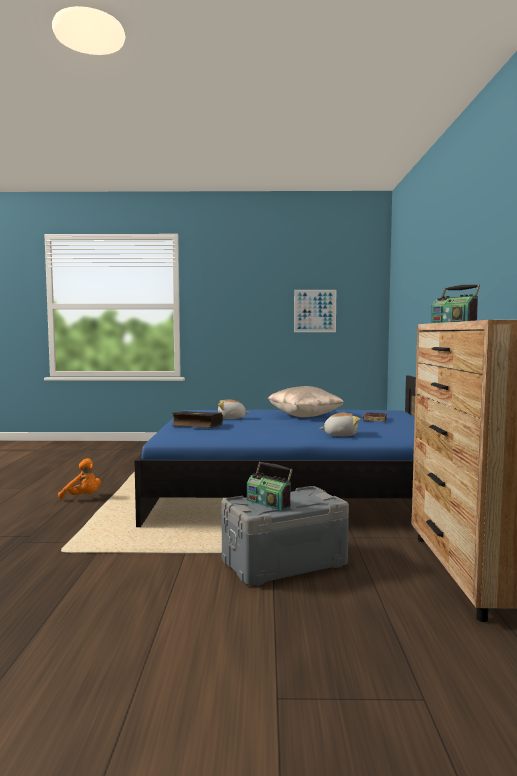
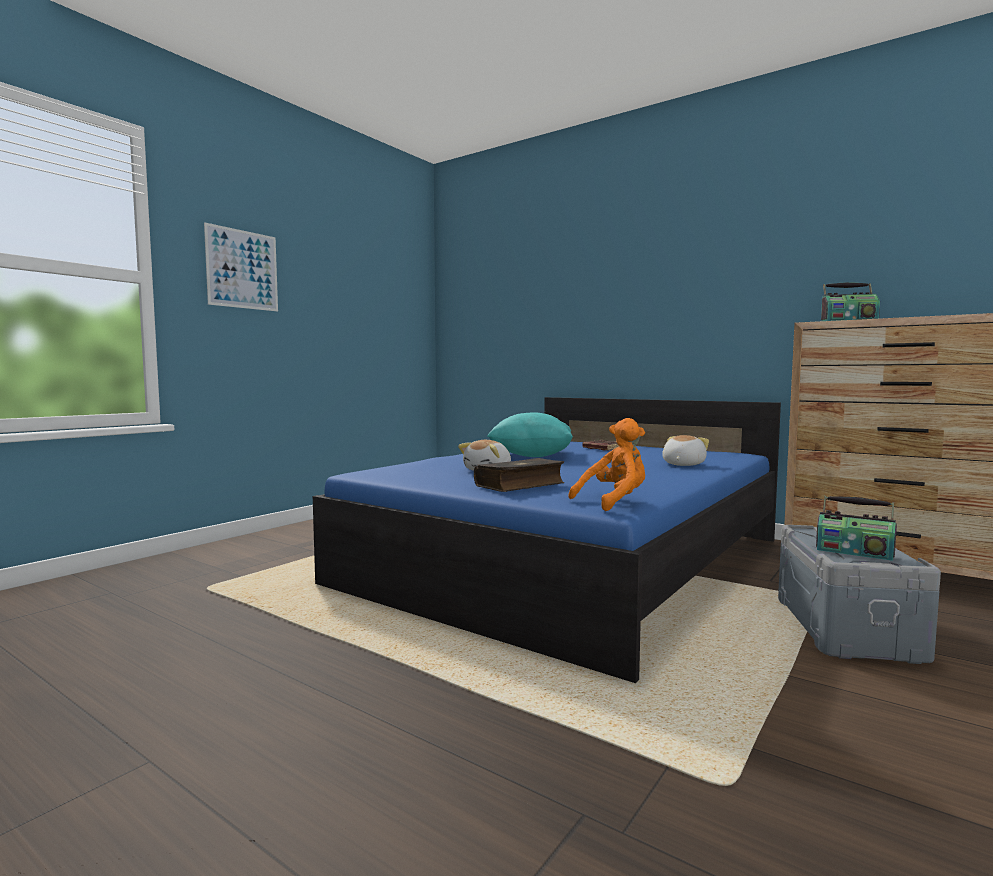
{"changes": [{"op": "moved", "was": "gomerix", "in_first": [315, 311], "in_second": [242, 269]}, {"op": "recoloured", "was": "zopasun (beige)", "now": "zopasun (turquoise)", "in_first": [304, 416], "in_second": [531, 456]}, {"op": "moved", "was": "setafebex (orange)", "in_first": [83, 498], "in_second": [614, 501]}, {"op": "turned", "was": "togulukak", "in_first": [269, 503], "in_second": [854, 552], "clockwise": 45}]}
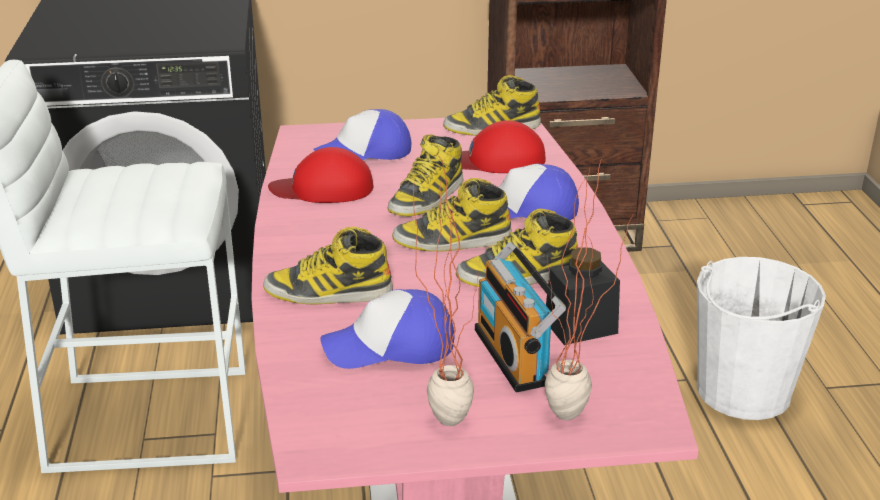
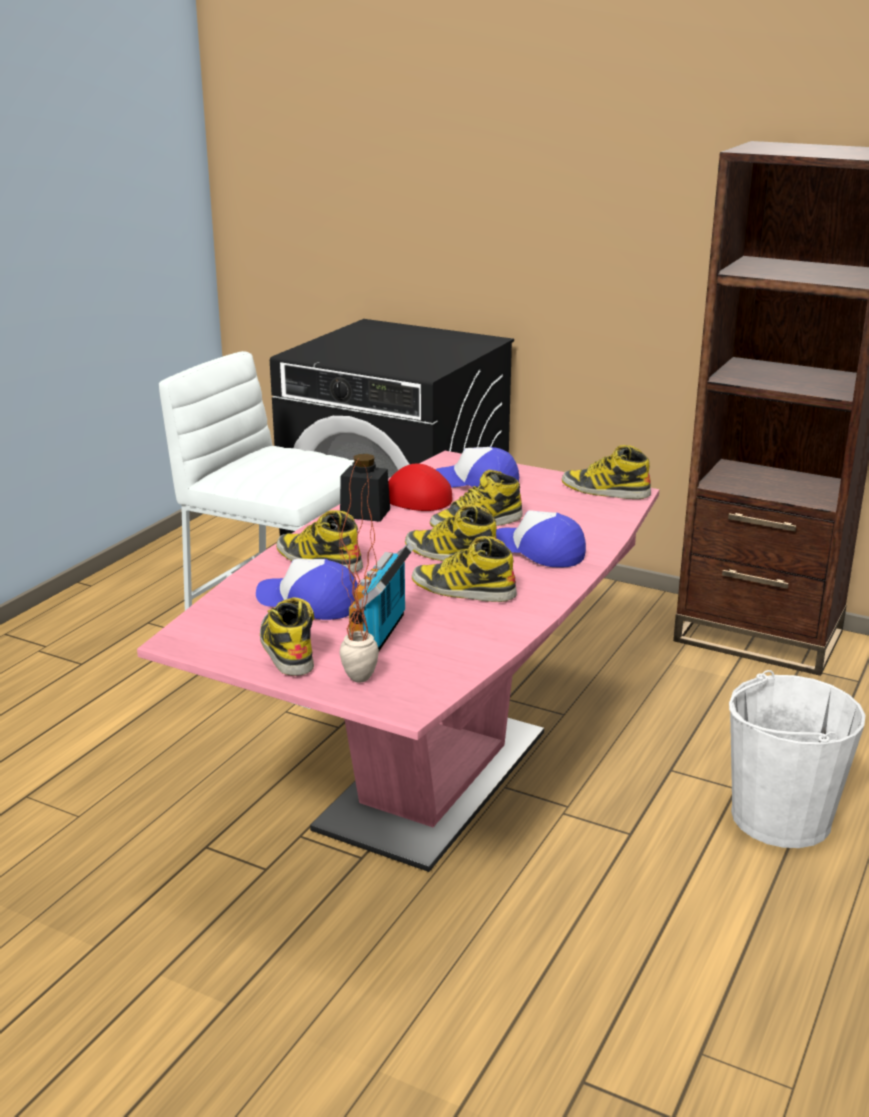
{"changes": [{"op": "removed", "was": "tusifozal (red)", "in_first": [497, 160]}, {"op": "replaced", "was": "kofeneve", "now": "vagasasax", "in_first": [445, 411], "in_second": [286, 649]}, {"op": "moved", "was": "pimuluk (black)", "in_first": [580, 326], "in_second": [365, 513]}]}
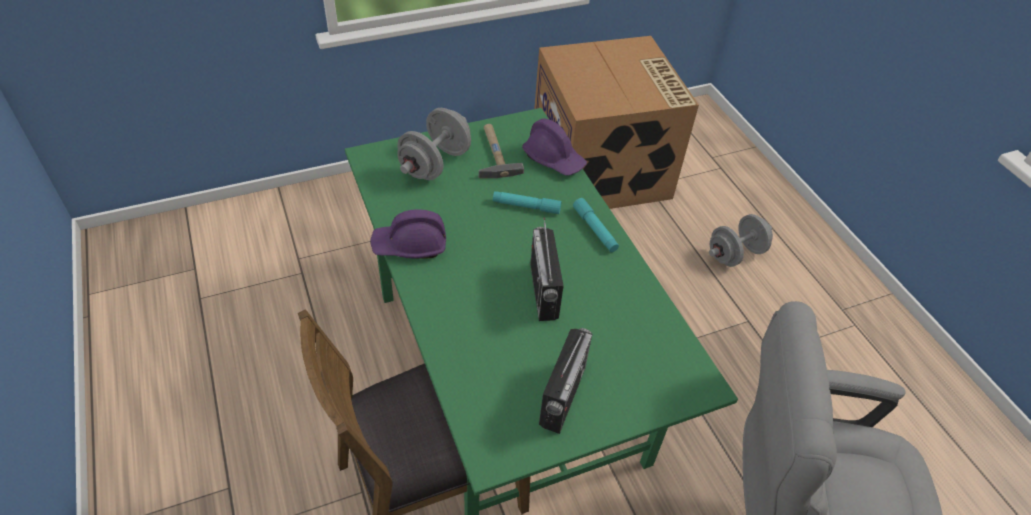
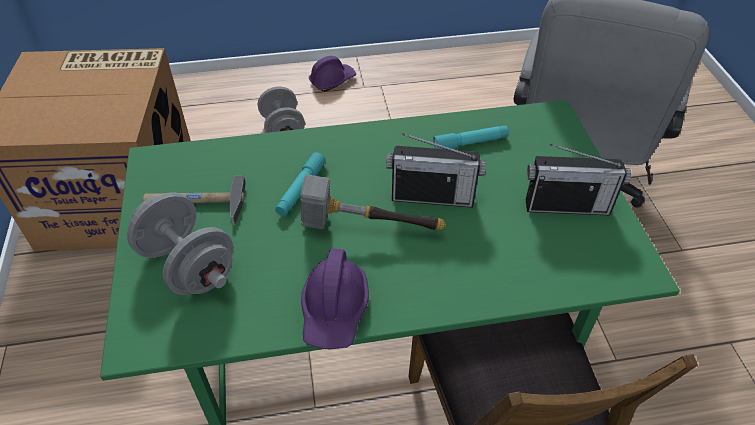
{"changes": [{"op": "moved", "was": "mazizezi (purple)", "in_first": [554, 159], "in_second": [332, 80]}, {"op": "moved", "was": "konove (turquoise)", "in_first": [595, 229], "in_second": [470, 143]}, {"op": "turned", "was": "togulukak", "in_first": [562, 396], "in_second": [567, 206], "clockwise": 150}, {"op": "added", "now": "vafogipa", "in_second": [366, 230]}]}
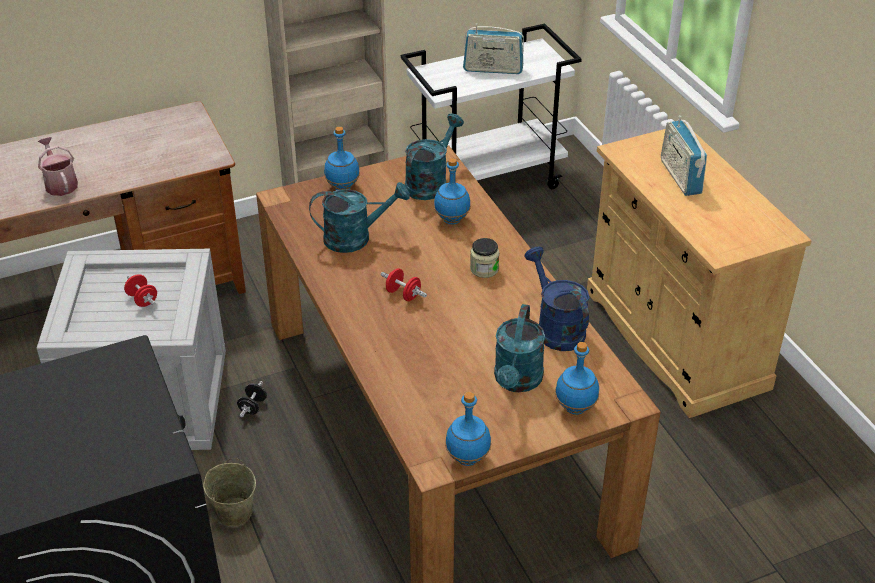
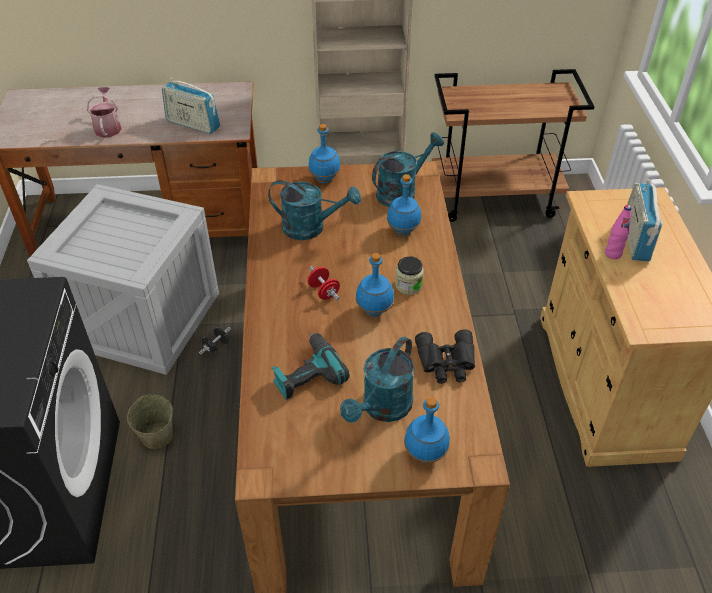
{"changes": [{"op": "moved", "was": "togulukak", "in_first": [493, 69], "in_second": [193, 124]}, {"op": "recoloured", "was": "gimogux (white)", "now": "gimogux (brown)", "in_first": [487, 181], "in_second": [495, 198]}, {"op": "replaced", "was": "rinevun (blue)", "now": "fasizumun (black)", "in_first": [555, 327], "in_second": [447, 362]}, {"op": "removed", "was": "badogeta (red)", "in_first": [142, 299]}, {"op": "moved", "was": "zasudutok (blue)", "in_first": [467, 458], "in_second": [374, 310]}, {"op": "added", "now": "zasudutok (pink)", "in_second": [613, 254]}, {"op": "added", "now": "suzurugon", "in_second": [306, 373]}]}
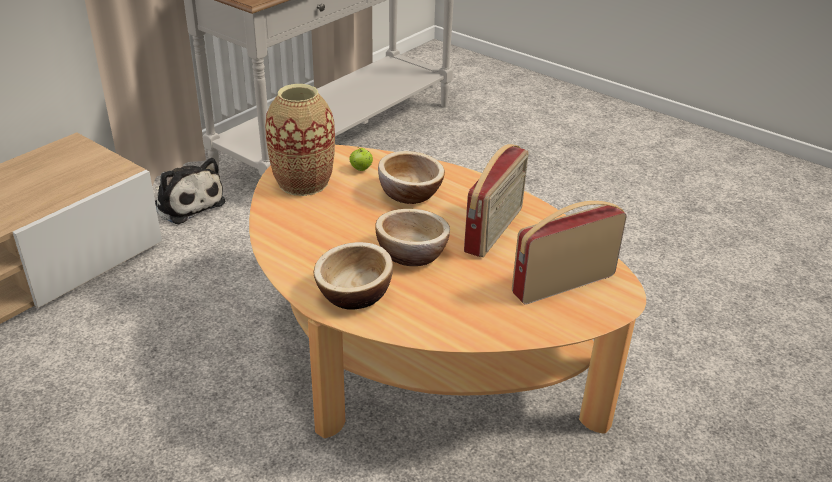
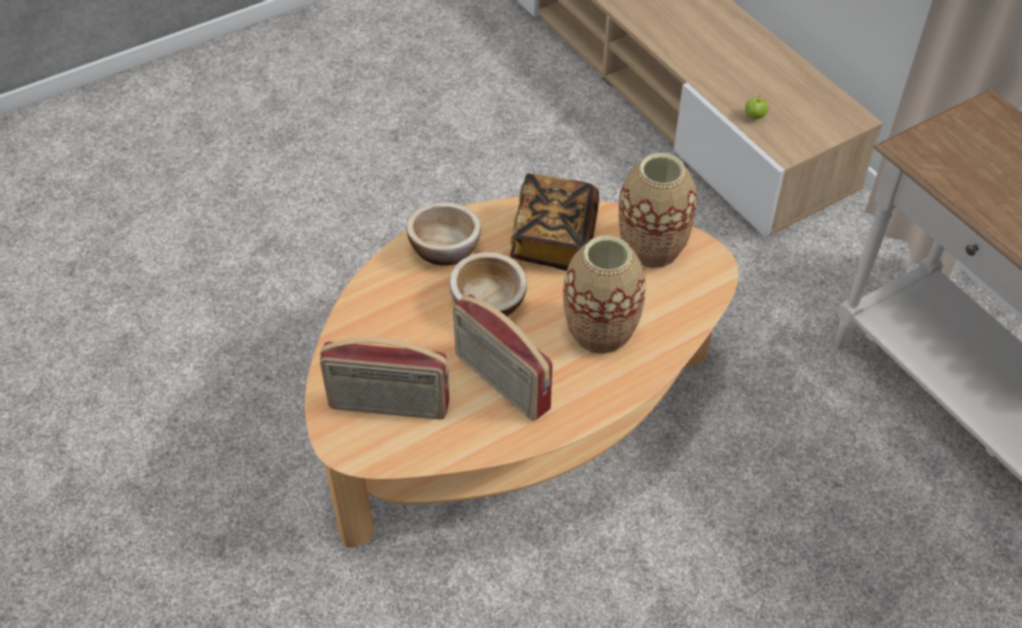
{"changes": [{"op": "moved", "was": "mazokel", "in_first": [361, 169], "in_second": [754, 117]}, {"op": "replaced", "was": "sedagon", "now": "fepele", "in_first": [410, 193], "in_second": [600, 331]}, {"op": "removed", "was": "setafebex", "in_first": [187, 203]}, {"op": "turned", "was": "togulukak", "in_first": [562, 283], "in_second": [388, 407], "clockwise": 105}, {"op": "added", "now": "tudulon", "in_second": [554, 239]}]}
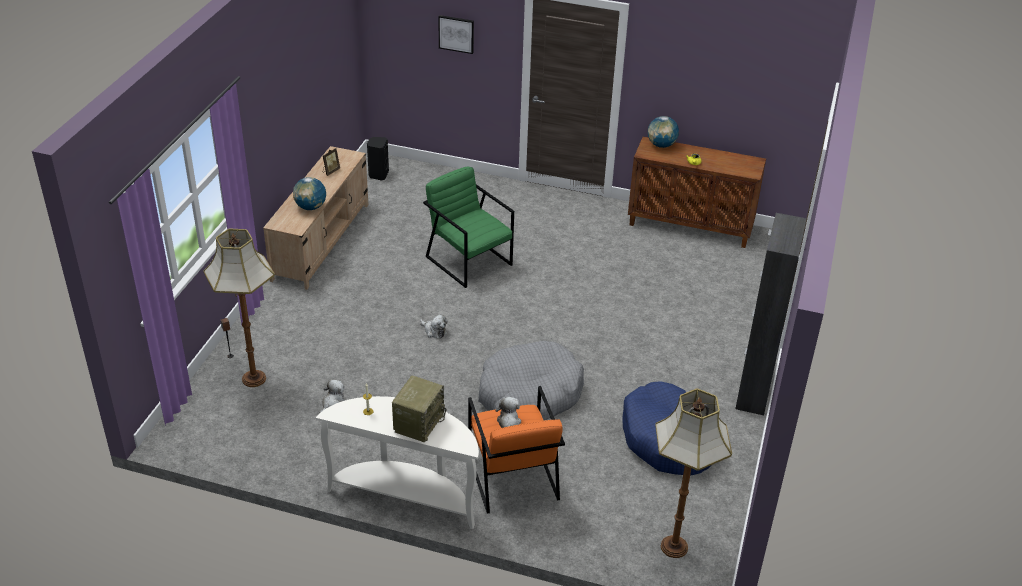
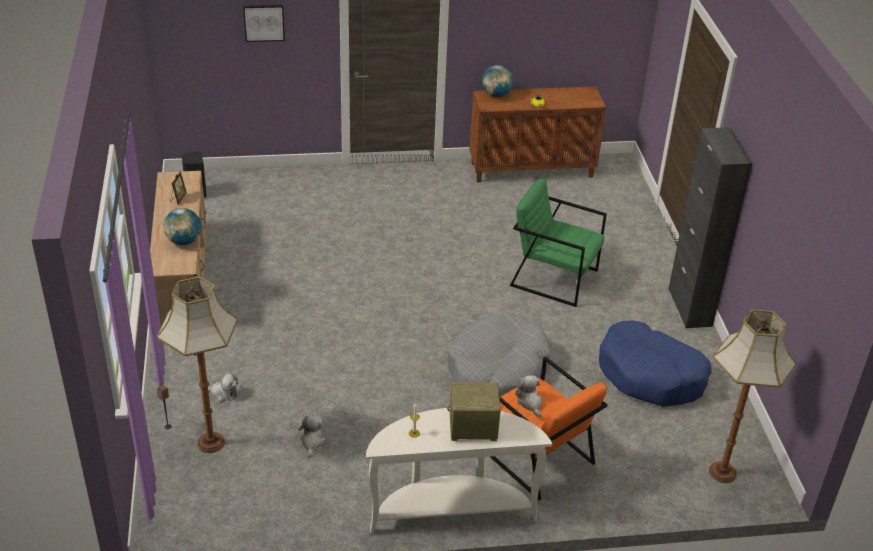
{"changes": [{"op": "moved", "was": "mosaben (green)", "in_first": [469, 260], "in_second": [554, 277]}, {"op": "moved", "was": "setafebex", "in_first": [434, 331], "in_second": [223, 393]}, {"op": "turned", "was": "togulukak", "in_first": [418, 422], "in_second": [472, 428], "clockwise": -90}]}
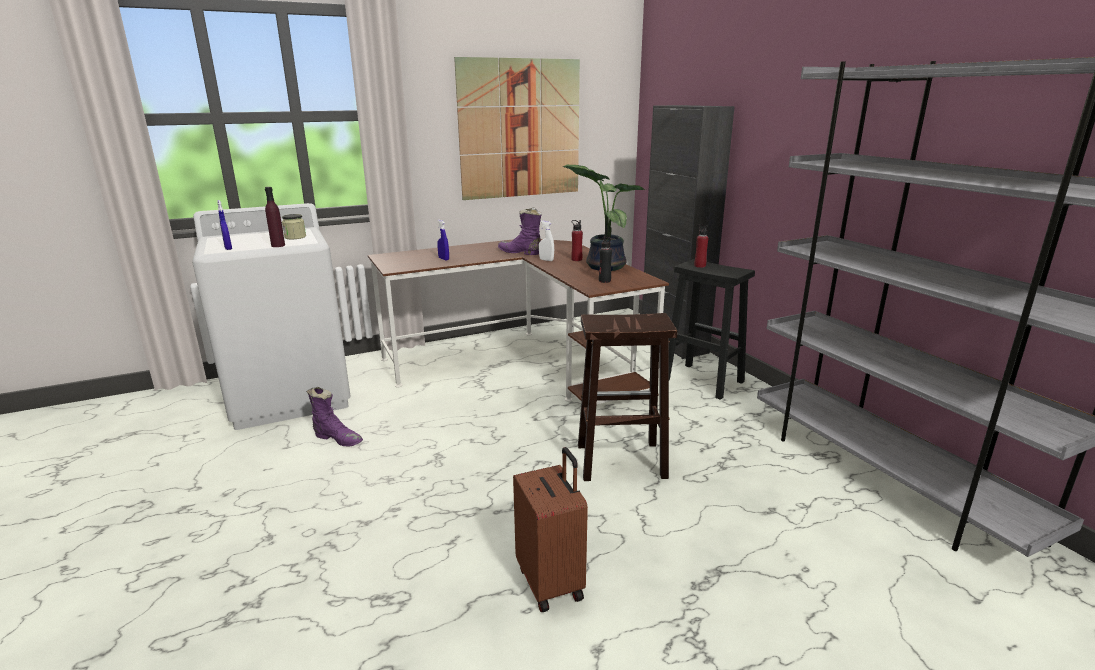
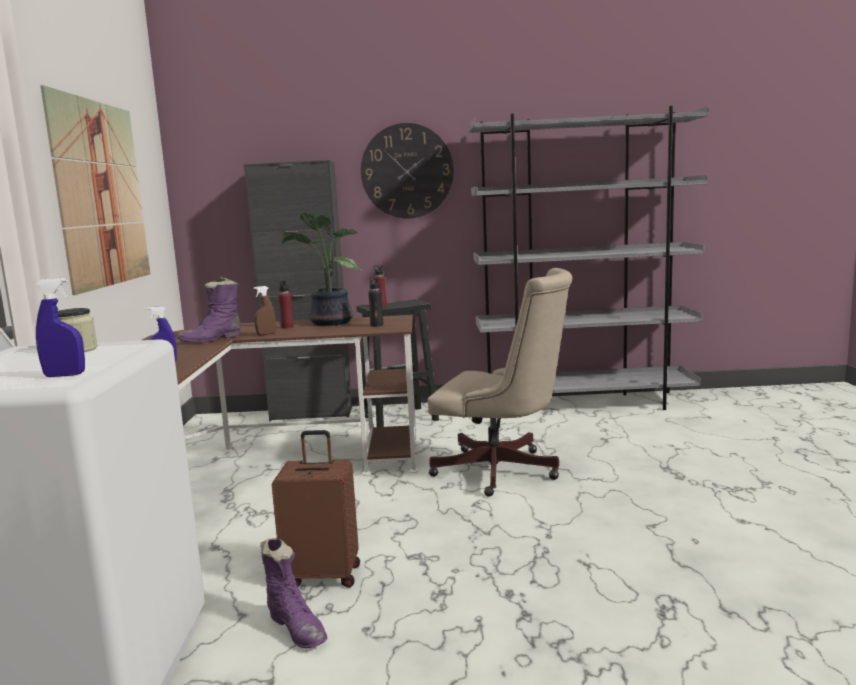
{"changes": [{"op": "removed", "was": "zasudutok (purple)", "in_first": [278, 245]}, {"op": "recoloured", "was": "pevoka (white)", "now": "pevoka (brown)", "in_first": [546, 260], "in_second": [266, 334]}, {"op": "replaced", "was": "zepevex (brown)", "now": "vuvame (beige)", "in_first": [619, 461], "in_second": [503, 472]}, {"op": "turned", "was": "vagasasax (purple)", "in_first": [338, 439], "in_second": [297, 629], "clockwise": 90}, {"op": "moved", "was": "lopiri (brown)", "in_first": [552, 582], "in_second": [323, 575]}, {"op": "added", "now": "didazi", "in_second": [407, 171]}]}
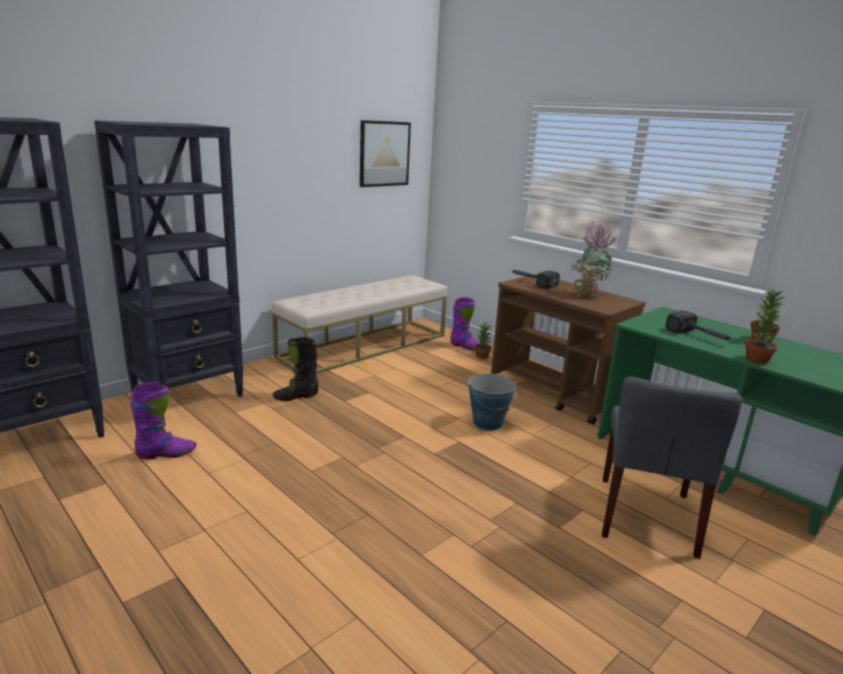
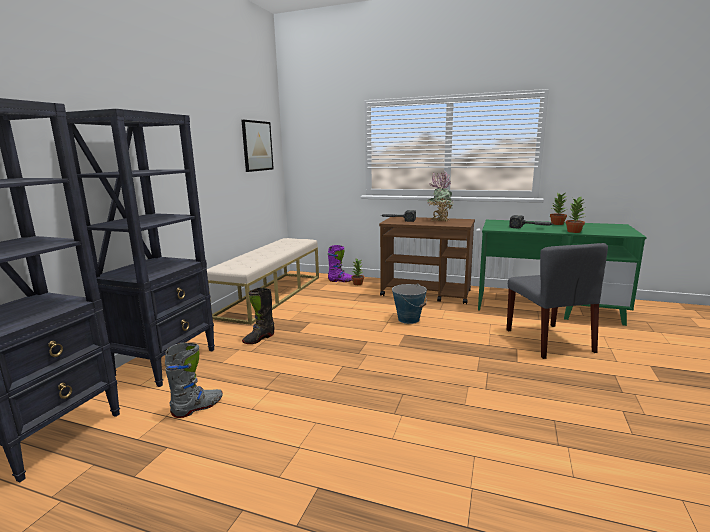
{"changes": [{"op": "recoloured", "was": "vagasasax (purple)", "now": "vagasasax (grey)", "in_first": [166, 454], "in_second": [198, 408]}]}
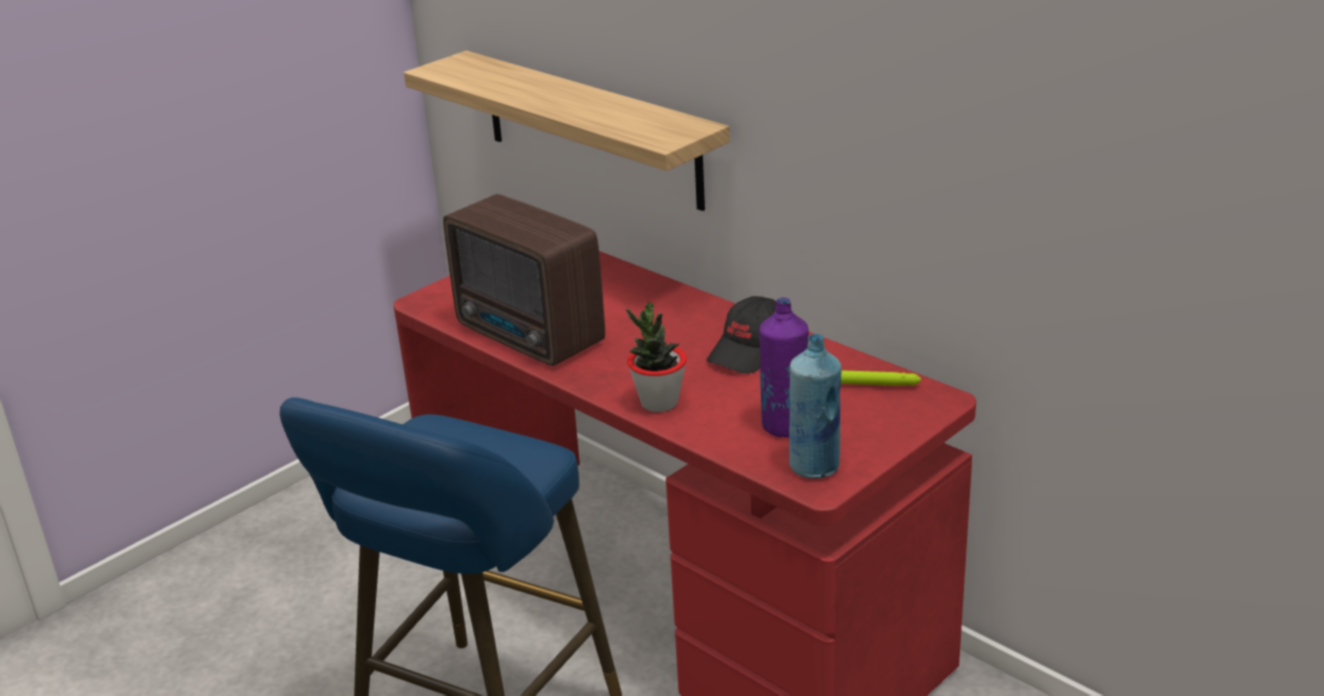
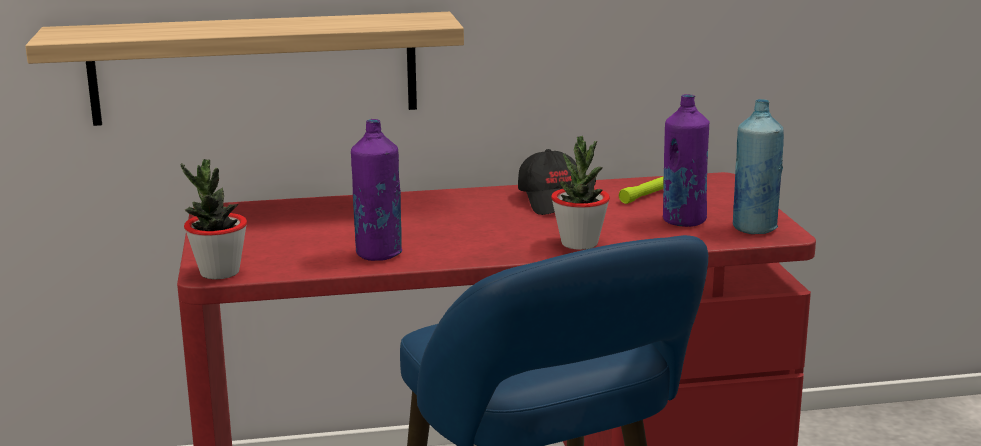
{"changes": [{"op": "replaced", "was": "togulukak", "now": "zasudutok (purple)", "in_first": [530, 337], "in_second": [379, 254]}, {"op": "added", "now": "kofeneve", "in_second": [219, 272]}]}
